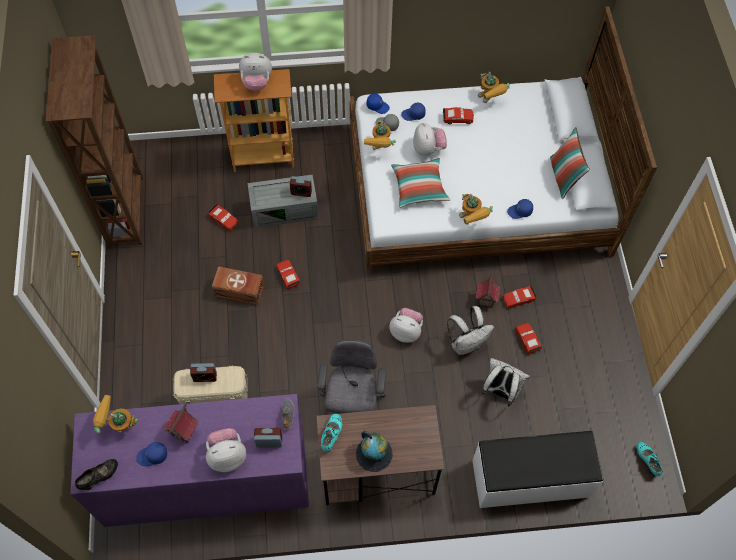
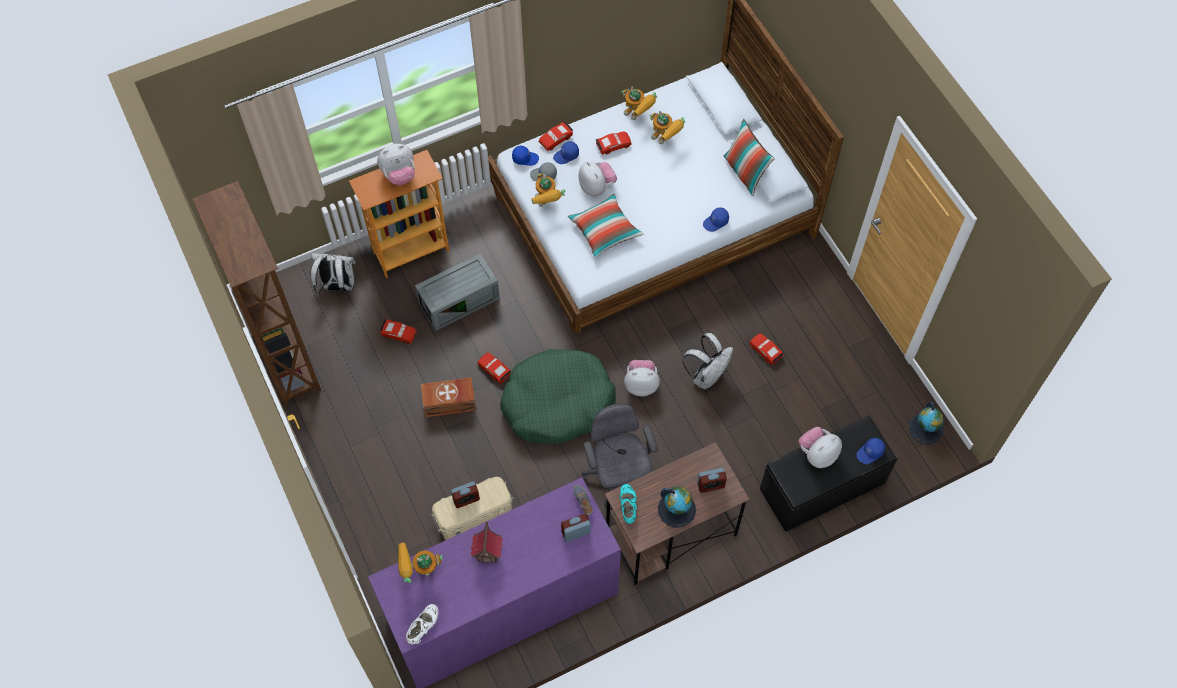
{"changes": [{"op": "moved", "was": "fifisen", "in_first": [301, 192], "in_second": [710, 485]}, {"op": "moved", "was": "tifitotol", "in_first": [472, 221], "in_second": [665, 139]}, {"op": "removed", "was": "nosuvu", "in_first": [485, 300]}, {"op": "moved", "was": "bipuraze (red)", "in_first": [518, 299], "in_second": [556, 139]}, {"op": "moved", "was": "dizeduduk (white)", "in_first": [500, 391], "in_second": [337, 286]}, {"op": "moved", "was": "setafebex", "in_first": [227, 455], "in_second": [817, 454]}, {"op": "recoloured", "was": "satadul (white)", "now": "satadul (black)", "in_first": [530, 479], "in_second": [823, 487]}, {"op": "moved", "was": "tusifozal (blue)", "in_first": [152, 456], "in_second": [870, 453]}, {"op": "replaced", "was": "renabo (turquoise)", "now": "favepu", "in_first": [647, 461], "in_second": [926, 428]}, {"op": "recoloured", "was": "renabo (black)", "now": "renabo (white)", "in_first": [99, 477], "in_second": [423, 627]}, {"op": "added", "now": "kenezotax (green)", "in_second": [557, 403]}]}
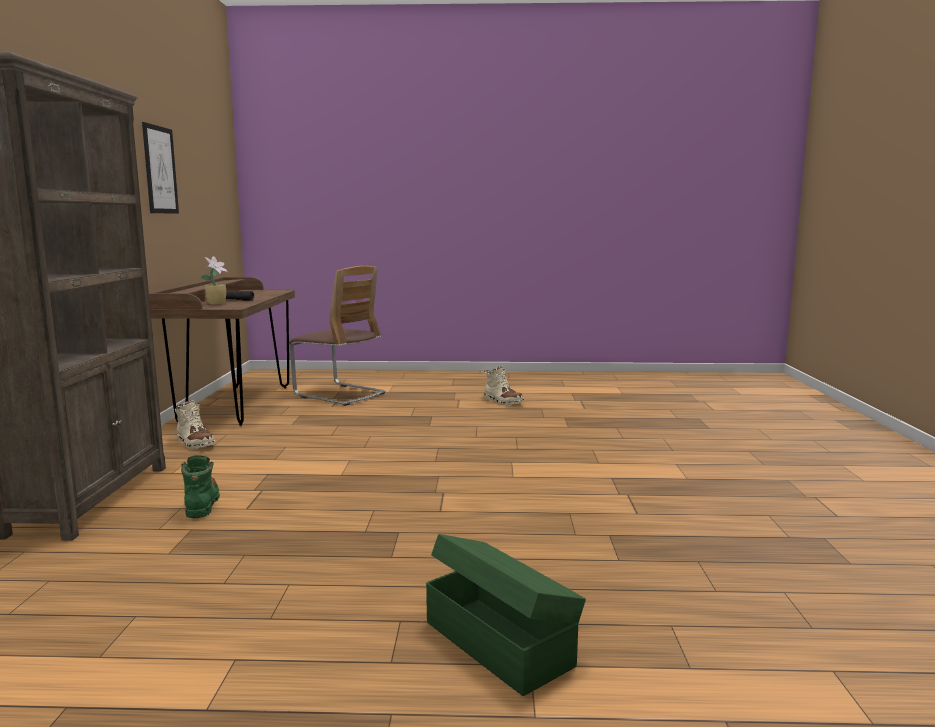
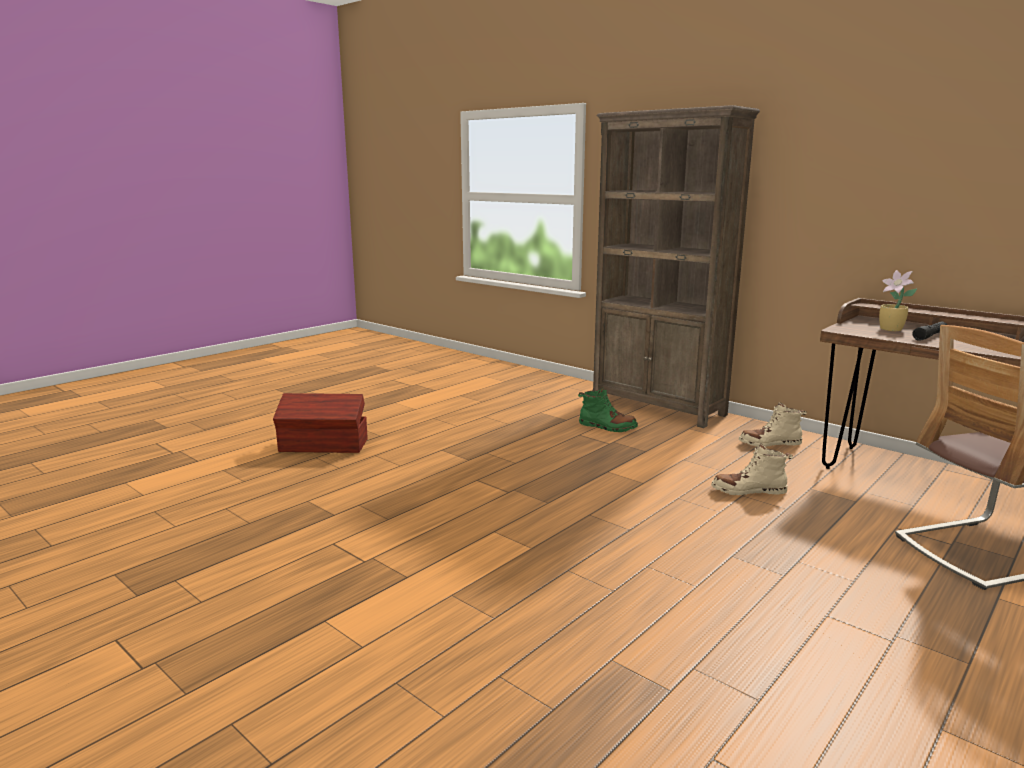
{"changes": [{"op": "removed", "was": "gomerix", "in_first": [160, 170]}, {"op": "moved", "was": "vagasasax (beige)", "in_first": [503, 401], "in_second": [748, 491]}, {"op": "recoloured", "was": "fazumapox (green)", "now": "fazumapox (brown)", "in_first": [498, 642], "in_second": [324, 446]}]}
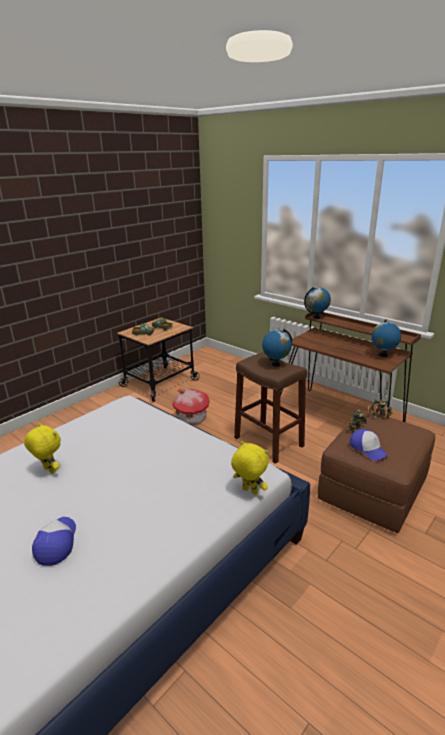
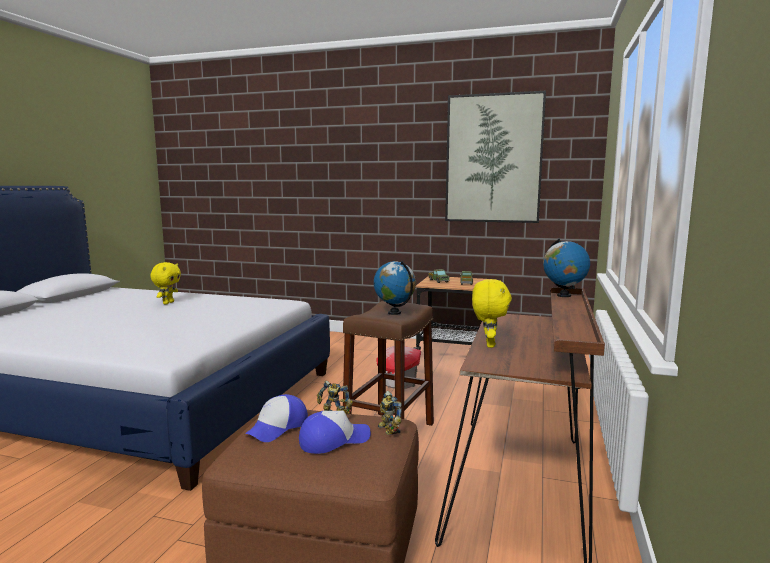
{"changes": [{"op": "removed", "was": "favepu", "in_first": [383, 355]}, {"op": "moved", "was": "setafebex (yellow)", "in_first": [249, 491], "in_second": [488, 344]}, {"op": "moved", "was": "tusifozal", "in_first": [56, 543], "in_second": [333, 440]}, {"op": "added", "now": "gomerix", "in_second": [493, 159]}]}
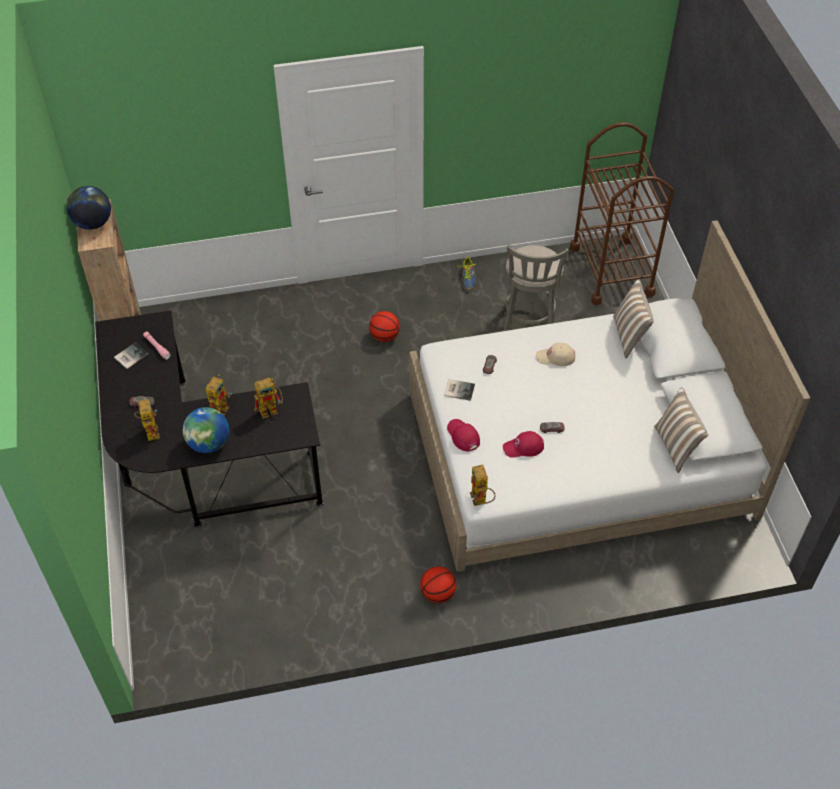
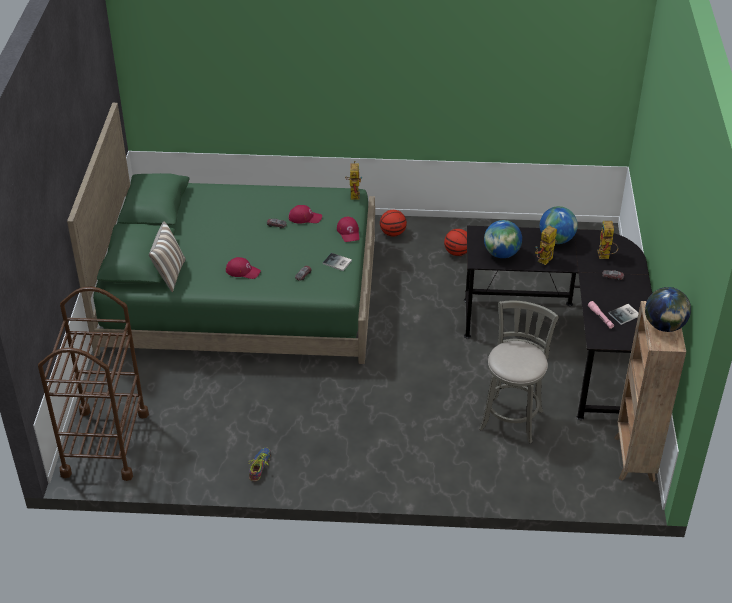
{"changes": [{"op": "recoloured", "was": "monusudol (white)", "now": "monusudol (green)", "in_first": [579, 454], "in_second": [241, 294]}, {"op": "moved", "was": "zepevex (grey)", "in_first": [528, 324], "in_second": [512, 417]}, {"op": "moved", "was": "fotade", "in_first": [384, 336], "in_second": [457, 252]}, {"op": "recoloured", "was": "tusifozal (beige)", "now": "tusifozal (red)", "in_first": [555, 357], "in_second": [243, 271]}, {"op": "replaced", "was": "tifitotol", "now": "favepu", "in_first": [271, 409], "in_second": [501, 254]}, {"op": "removed", "was": "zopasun", "in_first": [676, 447]}]}
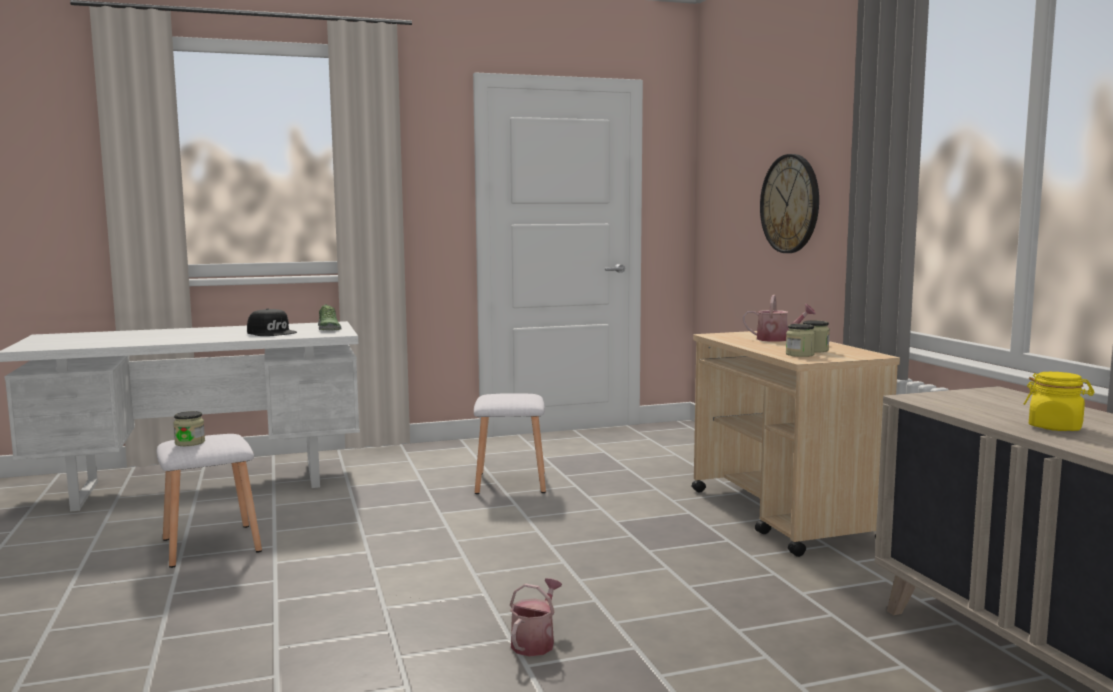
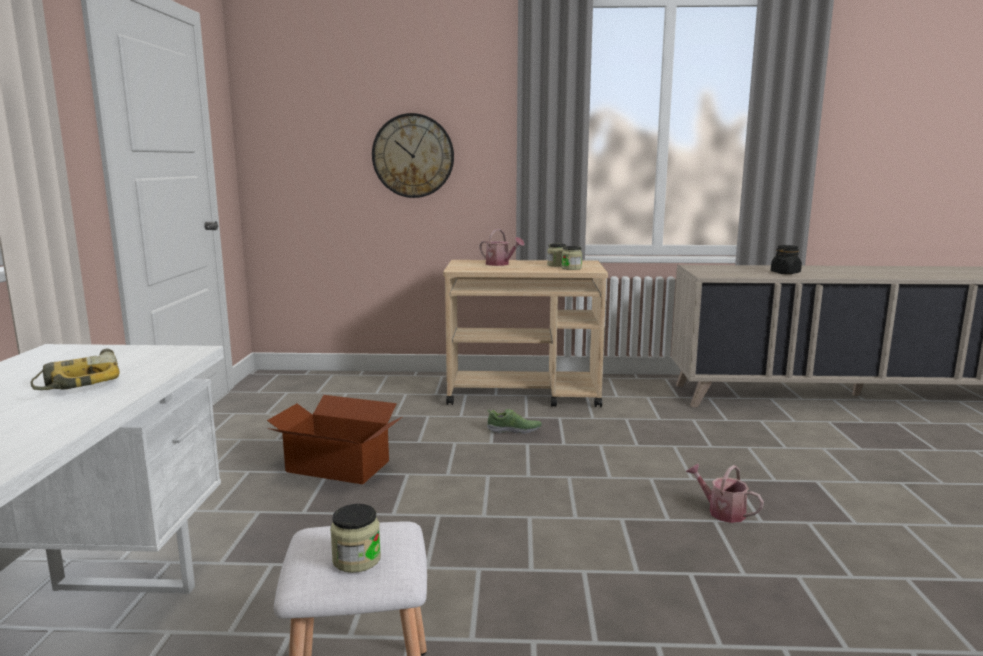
{"changes": [{"op": "turned", "was": "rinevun", "in_first": [777, 339], "in_second": [500, 264], "clockwise": 90}, {"op": "moved", "was": "renabo", "in_first": [328, 329], "in_second": [514, 430]}, {"op": "replaced", "was": "tusifozal (black)", "now": "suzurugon", "in_first": [272, 332], "in_second": [80, 381]}, {"op": "recoloured", "was": "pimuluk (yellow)", "now": "pimuluk (black)", "in_first": [1056, 427], "in_second": [785, 273]}, {"op": "replaced", "was": "zepevex (white)", "now": "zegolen", "in_first": [509, 483], "in_second": [338, 467]}]}
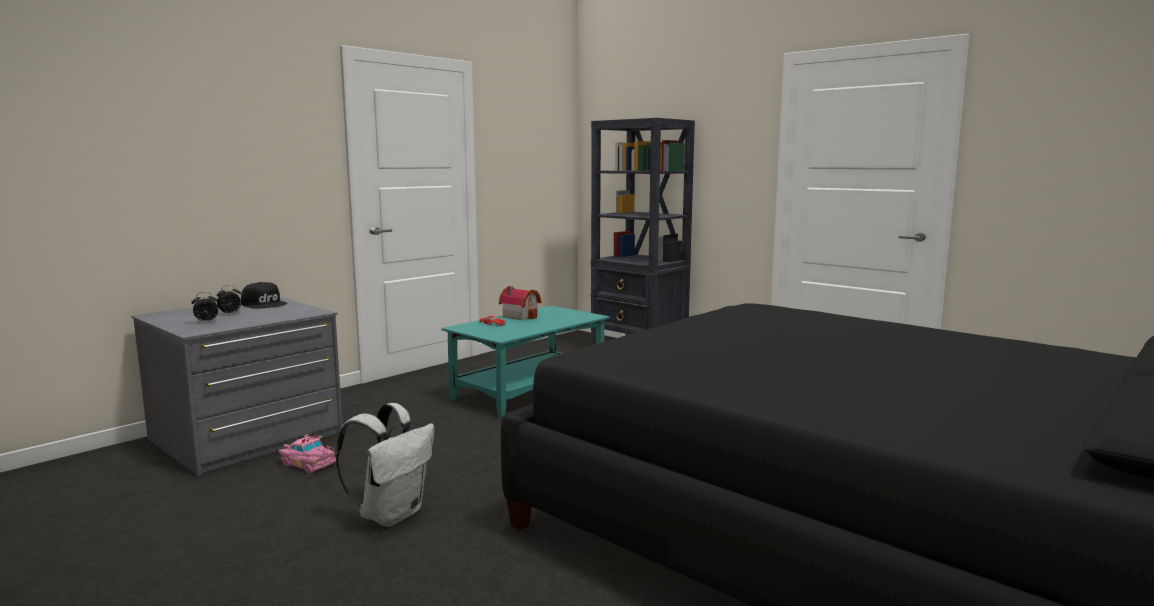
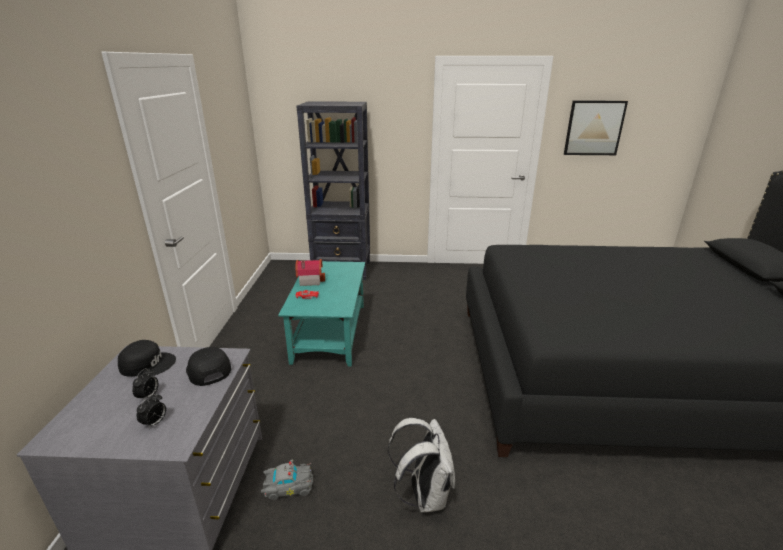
{"changes": [{"op": "recoloured", "was": "bipuraze (pink)", "now": "bipuraze (grey)", "in_first": [308, 463], "in_second": [287, 485]}, {"op": "added", "now": "gomerix", "in_second": [594, 128]}, {"op": "added", "now": "tusifozal (black)", "in_second": [207, 370]}]}
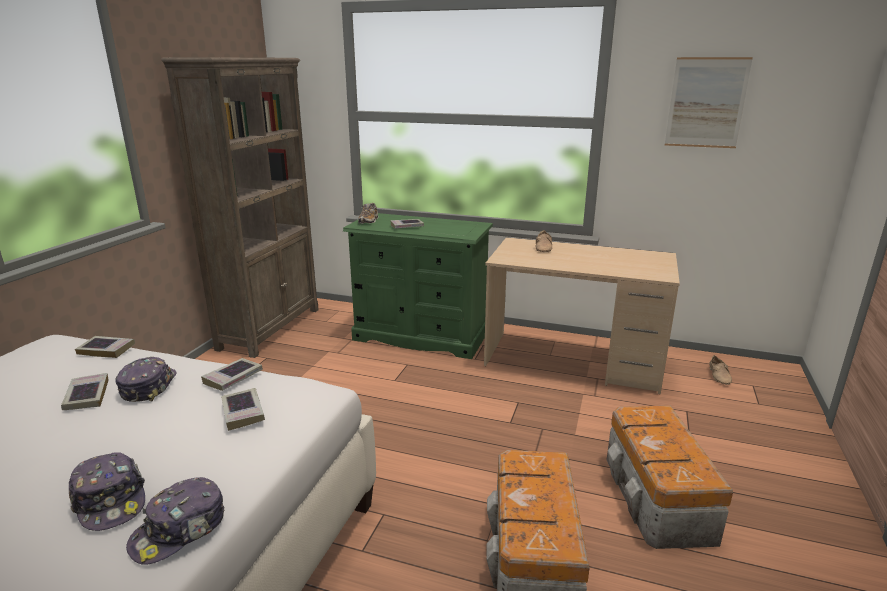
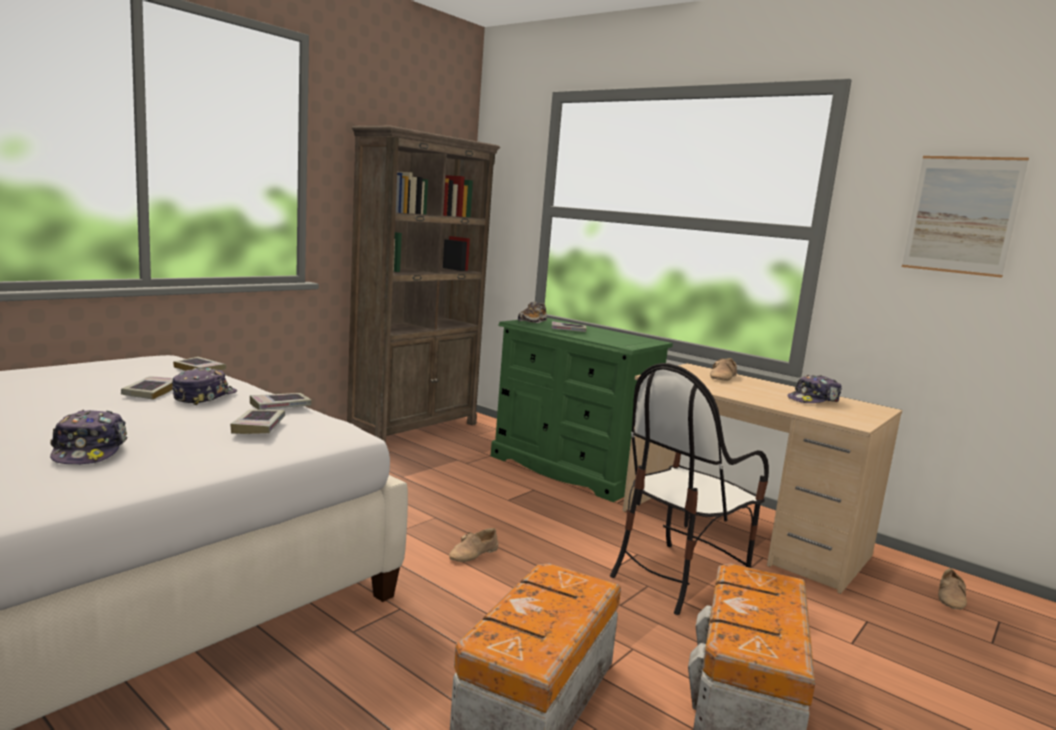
{"changes": [{"op": "moved", "was": "tusifozal", "in_first": [180, 530], "in_second": [814, 400]}, {"op": "added", "now": "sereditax", "in_second": [677, 578]}, {"op": "added", "now": "renabo (beige)", "in_second": [474, 554]}]}
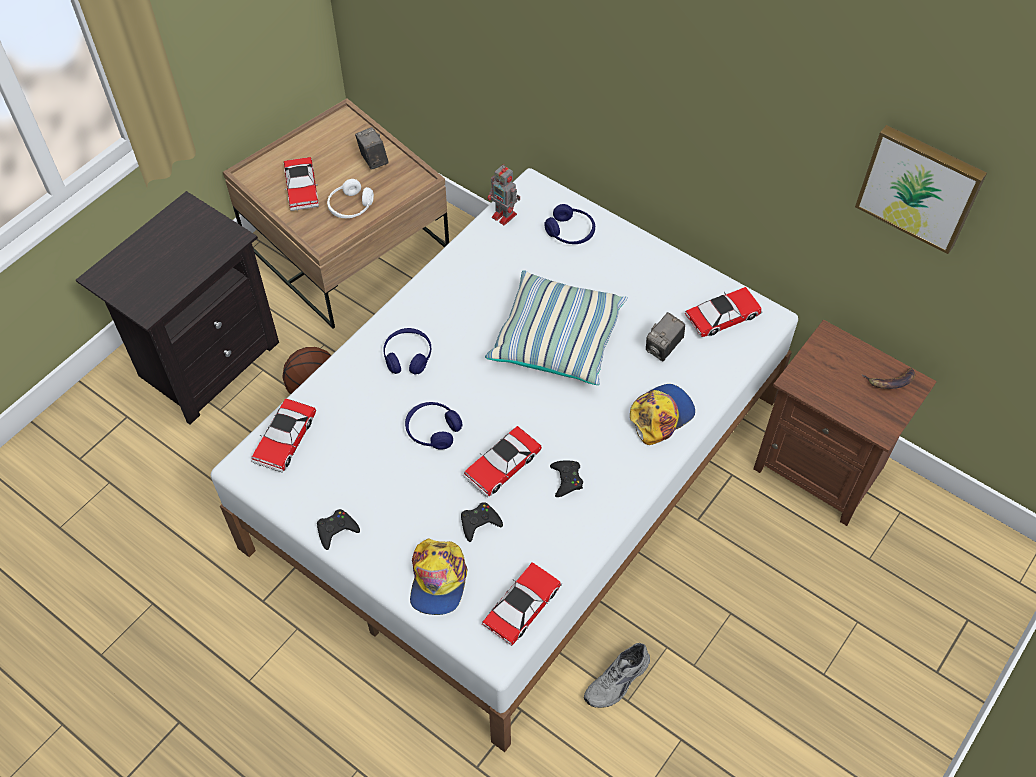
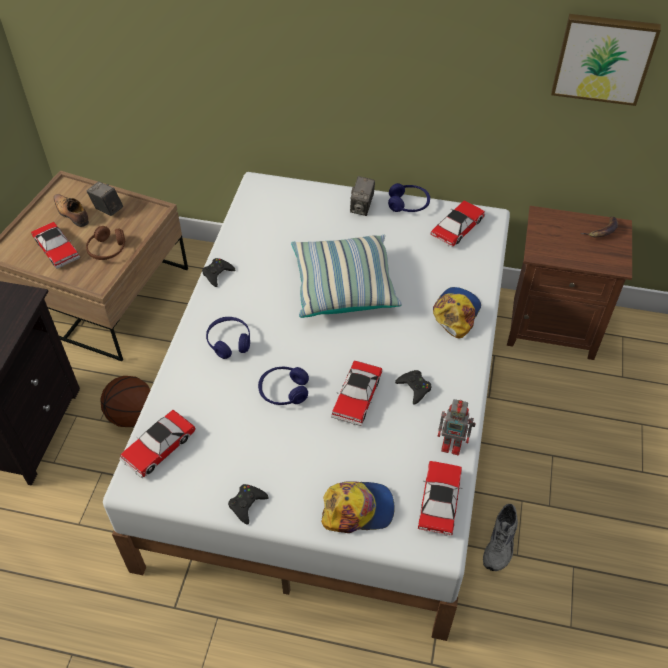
{"changes": [{"op": "moved", "was": "tifitotol", "in_first": [505, 216], "in_second": [453, 444]}, {"op": "recoloured", "was": "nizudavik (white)", "now": "nizudavik (brown)", "in_first": [350, 206], "in_second": [107, 249]}, {"op": "moved", "was": "nizudavik (blue)", "in_first": [570, 232], "in_second": [408, 204]}, {"op": "moved", "was": "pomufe", "in_first": [663, 348], "in_second": [362, 207]}, {"op": "turned", "was": "bipuraze", "in_first": [285, 440], "in_second": [158, 447], "clockwise": 45}, {"op": "moved", "was": "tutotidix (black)", "in_first": [479, 523], "in_second": [217, 274]}, {"op": "turned", "was": "tusifozal", "in_first": [438, 580], "in_second": [358, 509], "clockwise": -75}, {"op": "added", "now": "renabo", "in_second": [72, 214]}]}
